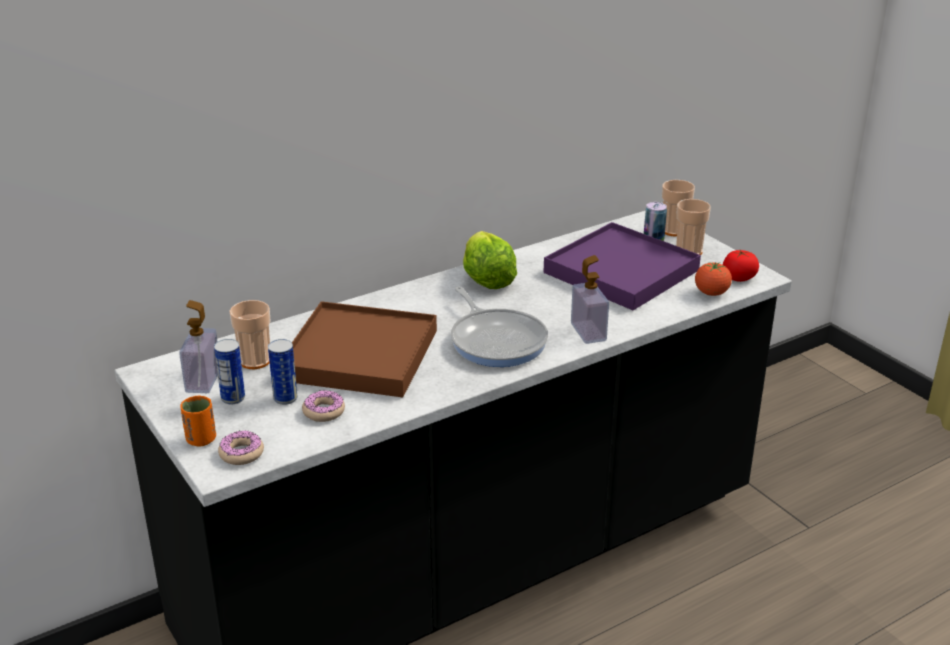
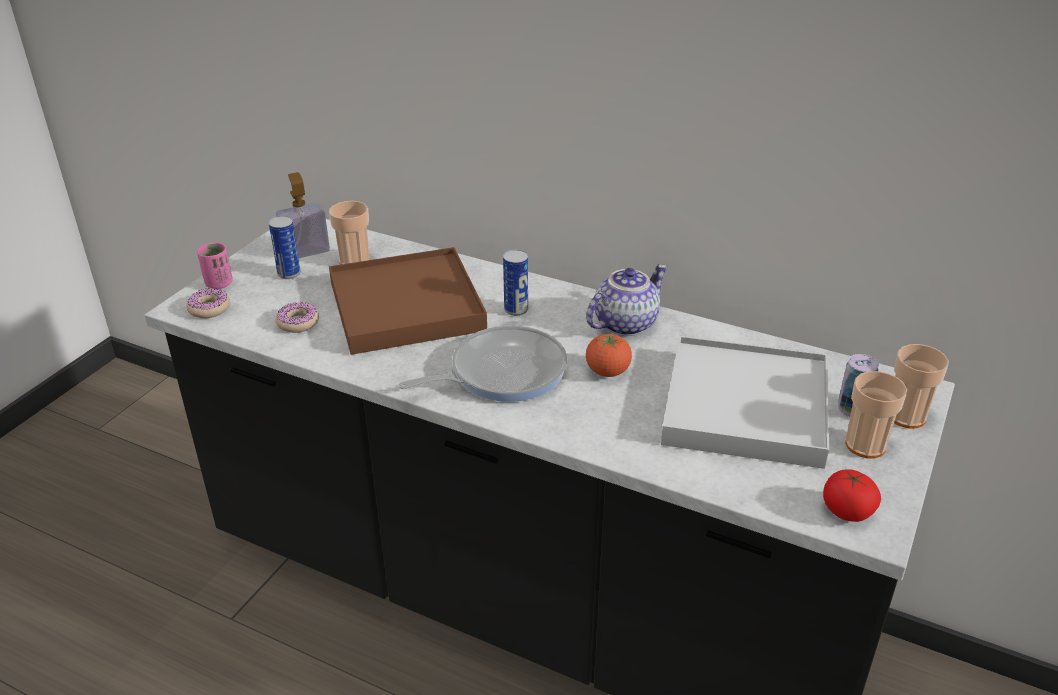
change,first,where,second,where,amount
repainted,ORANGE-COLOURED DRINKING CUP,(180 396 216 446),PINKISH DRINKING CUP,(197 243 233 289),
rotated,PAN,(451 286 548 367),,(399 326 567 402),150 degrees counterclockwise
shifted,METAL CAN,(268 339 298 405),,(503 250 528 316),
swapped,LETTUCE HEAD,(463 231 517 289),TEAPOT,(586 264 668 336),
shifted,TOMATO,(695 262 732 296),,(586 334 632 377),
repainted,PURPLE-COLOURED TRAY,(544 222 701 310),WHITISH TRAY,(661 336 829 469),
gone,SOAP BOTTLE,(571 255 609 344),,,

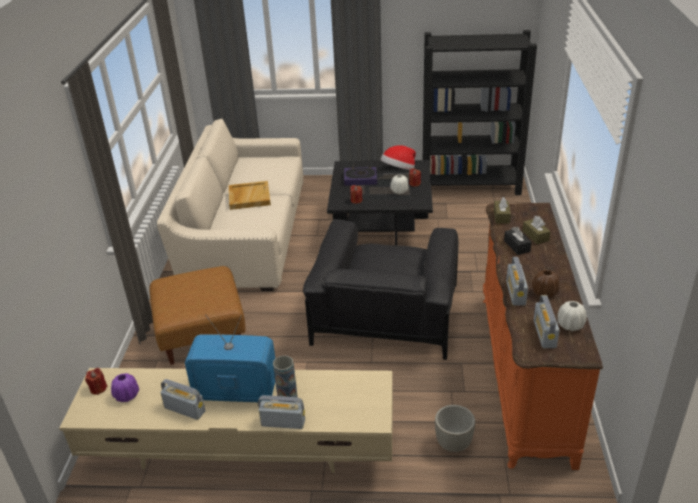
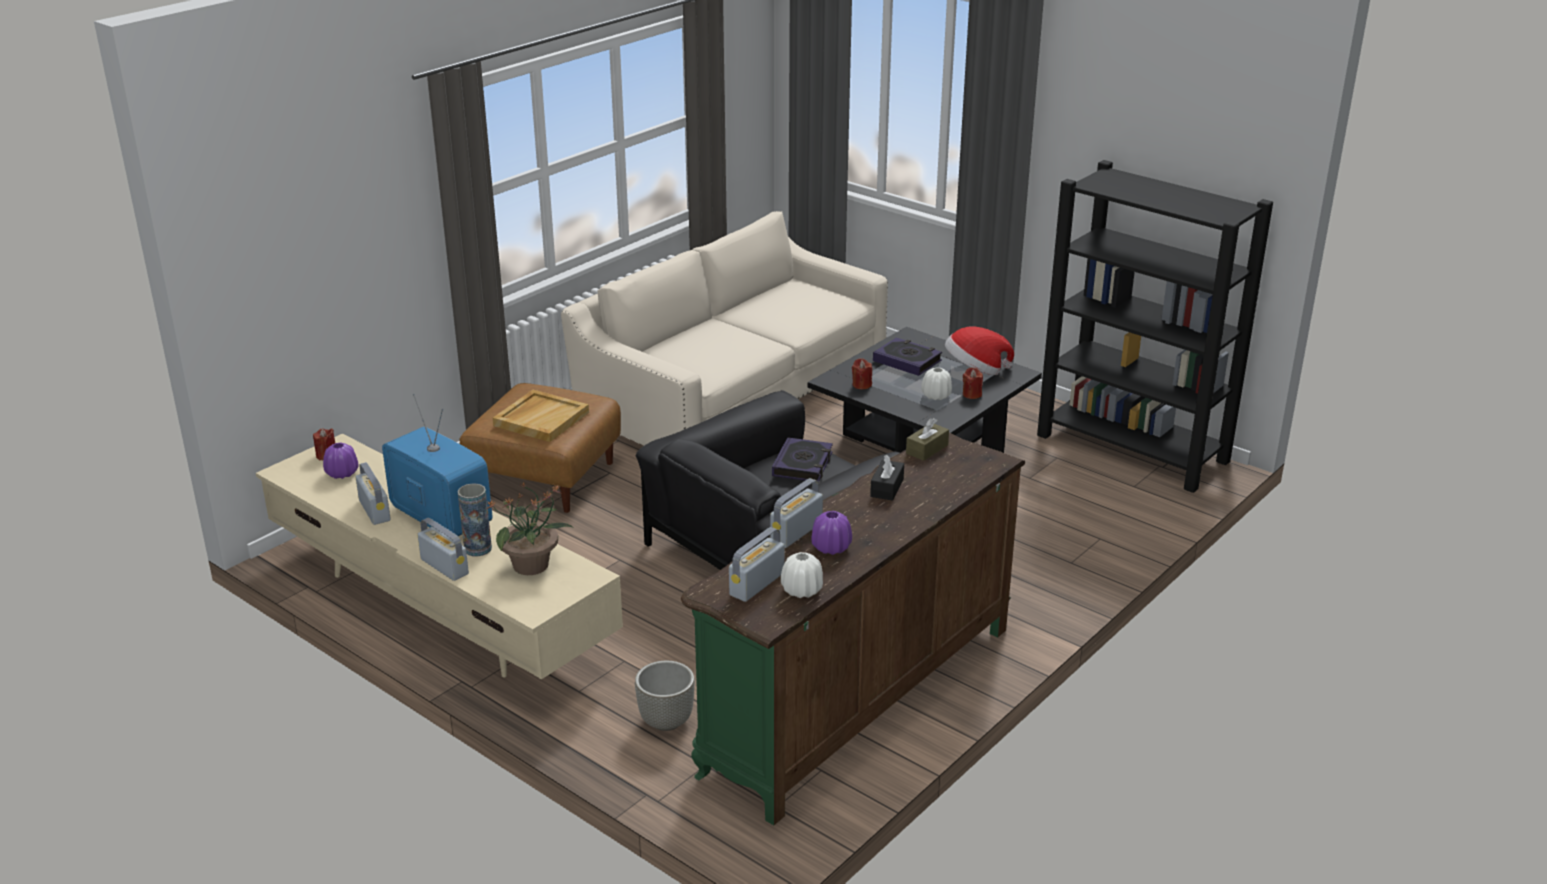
change,first,where,second,where,amount
new,,,HOUSEPLANT,(486 483 573 575),
shifted,BEIGE TRAY,(229 181 271 210),,(493 390 589 442),
repainted,ORANGE-COLOURED STORAGE CABINET,(483 203 603 470),GREEN-COLOURED STORAGE CABINET,(681 432 1025 825),
new,,,BOUND BOOK,(772 437 833 482),
repainted,BROWN-COLOURED VASE,(532 270 559 298),PURPLE-COLOURED VASE,(811 511 852 555),
gone,BROWN-COLOURED TISSUE BOX,(522 216 551 244),,,

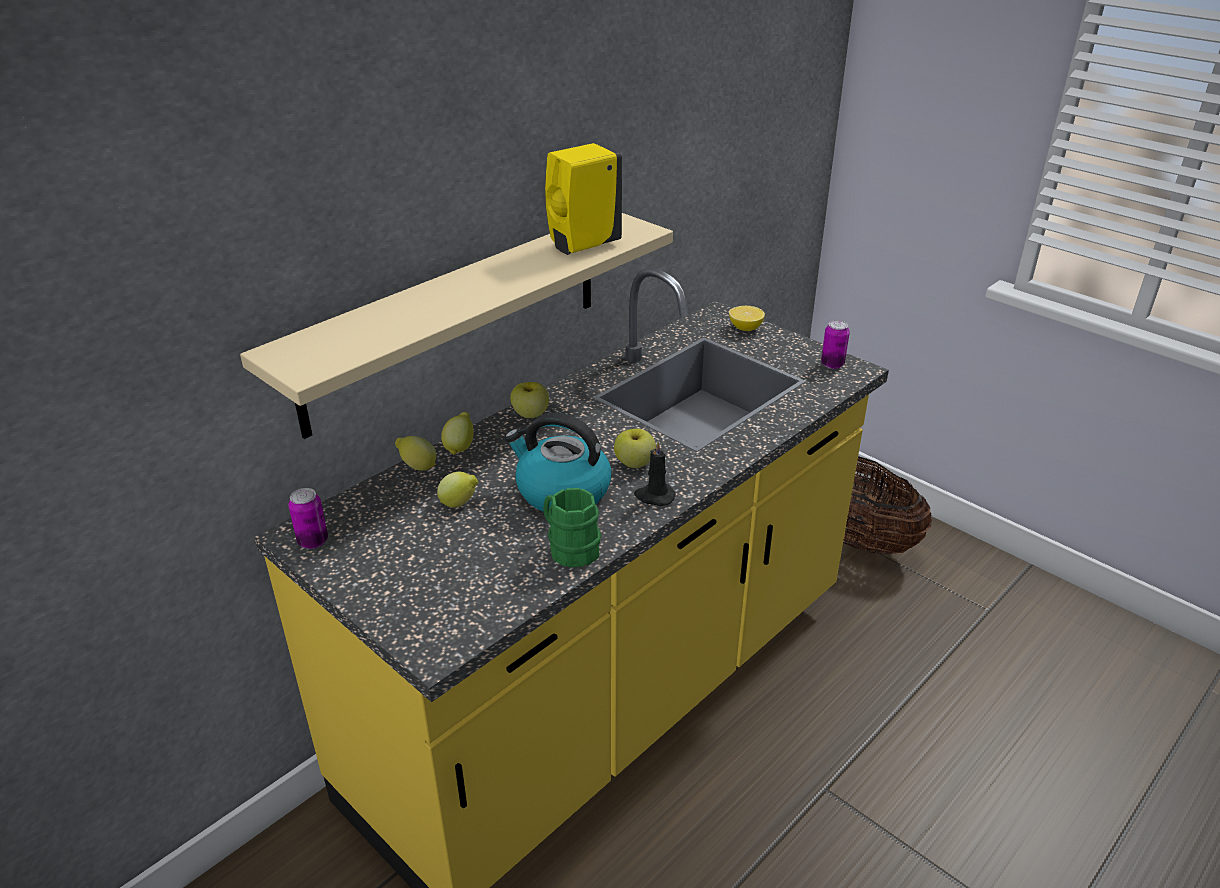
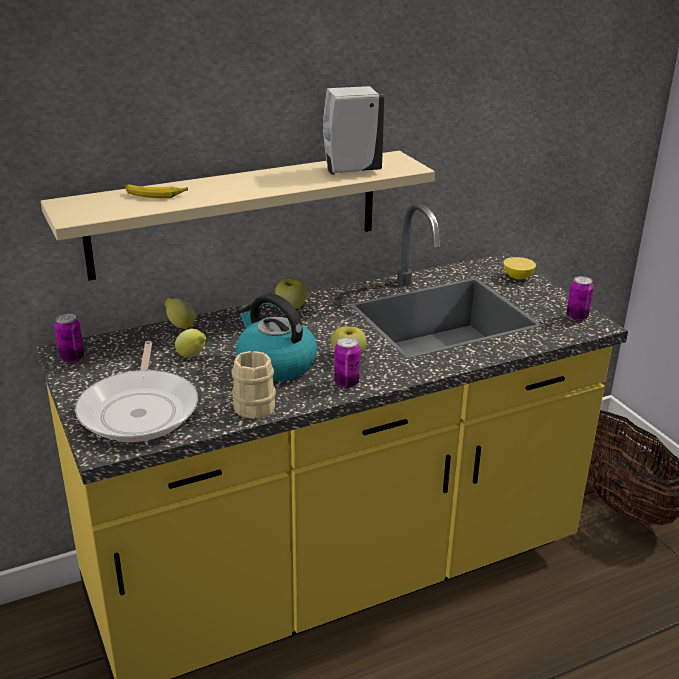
change,first,where,second,where,amount
new,,,PAN,(75 341 198 442),
new,,,WHOLE BANANA,(125 184 188 198),
repainted,GREEN-COLOURED COFFEE MUG,(543 488 601 567),BEIGE COFFEE MUG,(231 351 276 419),
repainted,YELLOWISH SOAP BOTTLE,(545 143 622 255),WHITISH SOAP BOTTLE,(323 86 385 175),
swapped,BLACK CANDLE,(634 441 676 506),METAL CAN,(334 337 360 388),
gone,CITRUS FRUIT,(441 412 474 455),,,

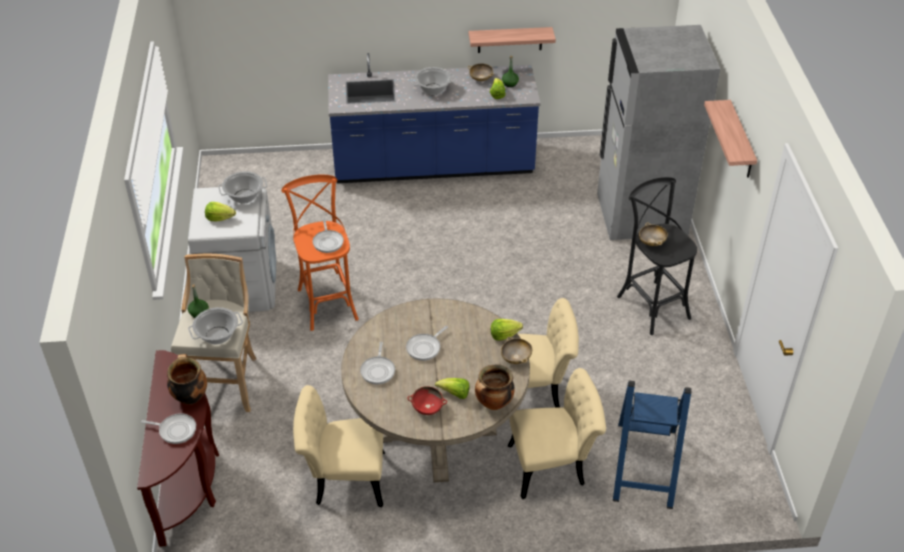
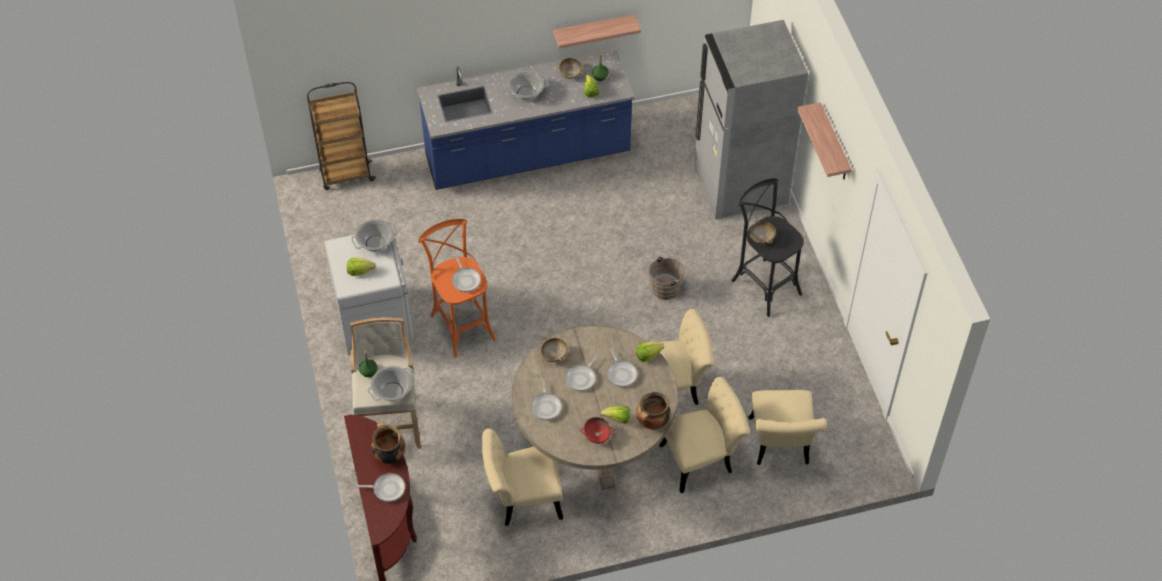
change,first,where,second,where,amount
new,,,BROWN-COLOURED TROLLEY,(307 82 376 190),
shifted,BEIGE DEEP DISH,(501 337 532 364),,(540 338 568 362),
new,,,PAN,(607 348 638 387),
new,,,BROWN-COLOURED WATER BUCKET,(649 256 689 300),
swapped,BLUE STEPLADDER,(613 381 692 509),BEIGE CHAIR,(748 390 827 465),

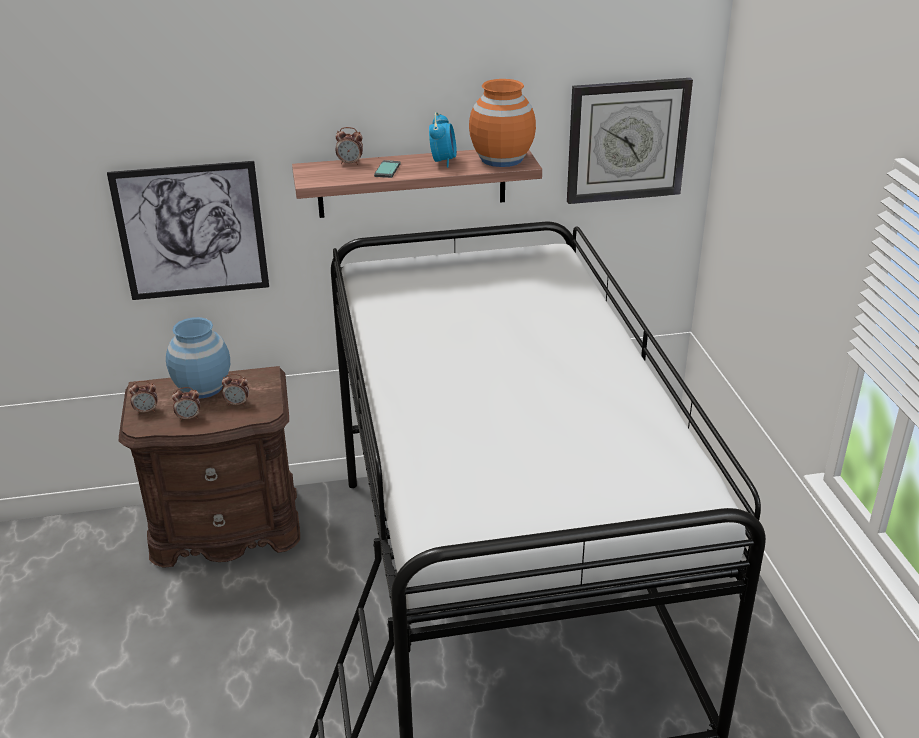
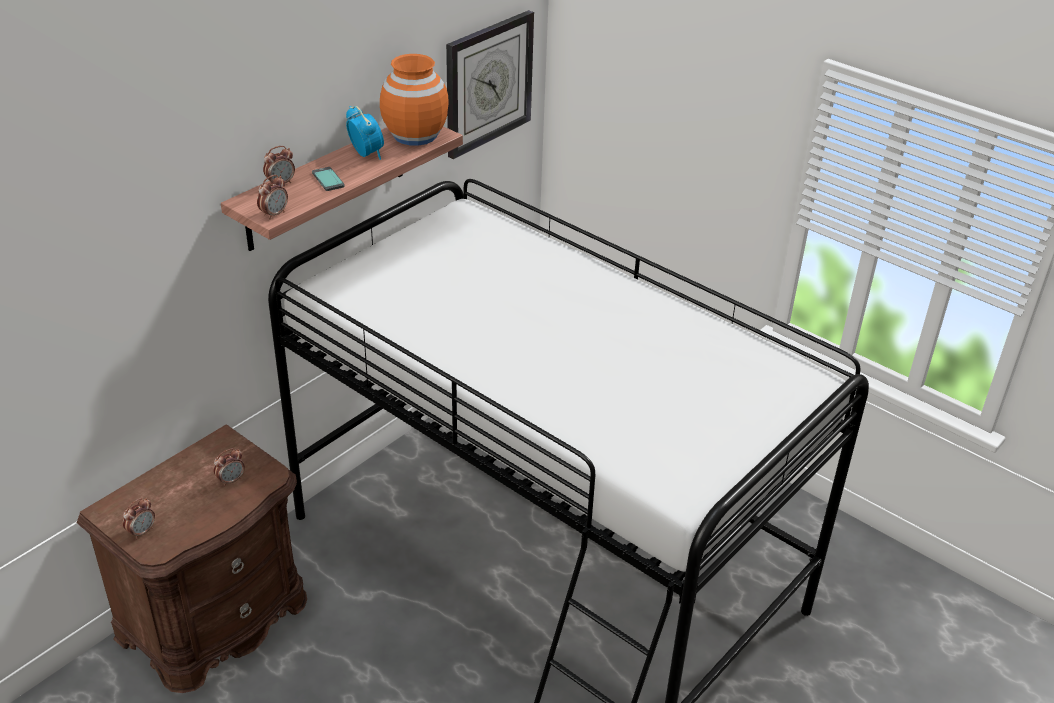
change,first,where,second,where,amount
shifted,TABLE CLOCK,(172 387 200 421),,(257 175 288 220),
gone,WALL ART,(107 161 269 300),,,
gone,BLUE VASE,(166 317 230 398),,,

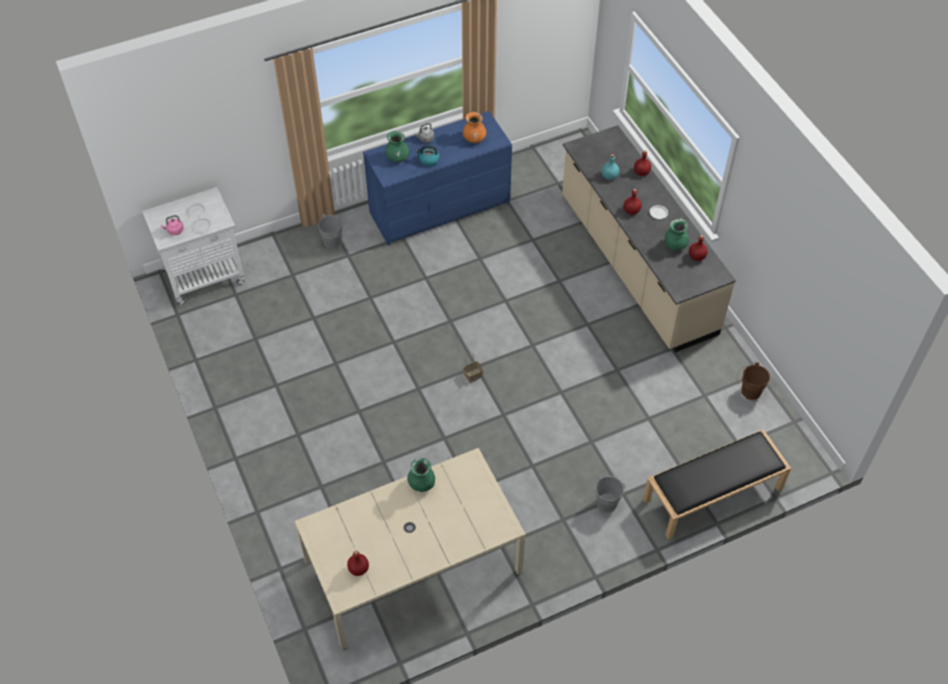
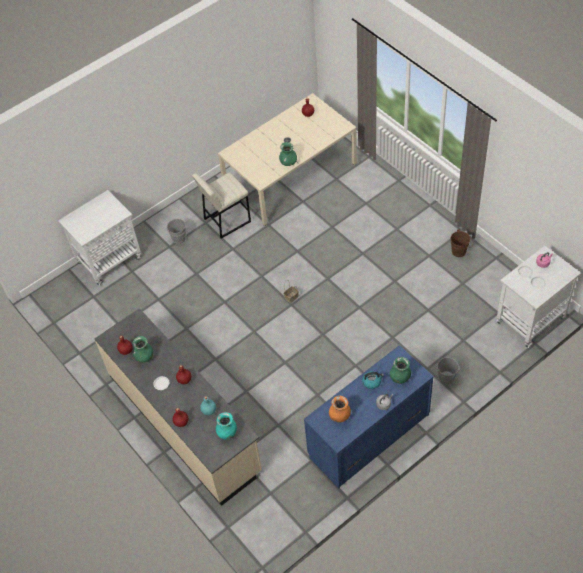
change,first,where,second,where,amount
swapped,BLACK LONG SEAT,(643 429 791 540),WHITISH TROLLEY,(58 190 141 286),
new,,,BEIGE CHAIR,(192 173 251 239),
new,,,TURQUOISE-COLOURED VASE,(216 412 237 440),
shifted,BROWN-COLOURED WATER BUCKET,(737 362 770 400),,(450 229 473 257),

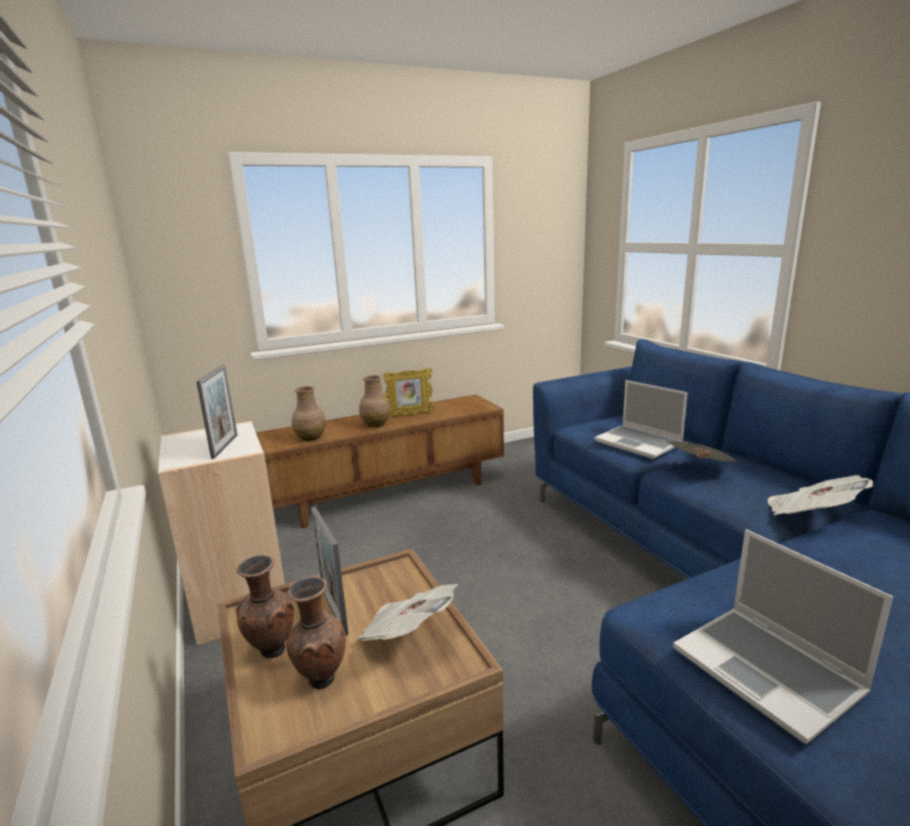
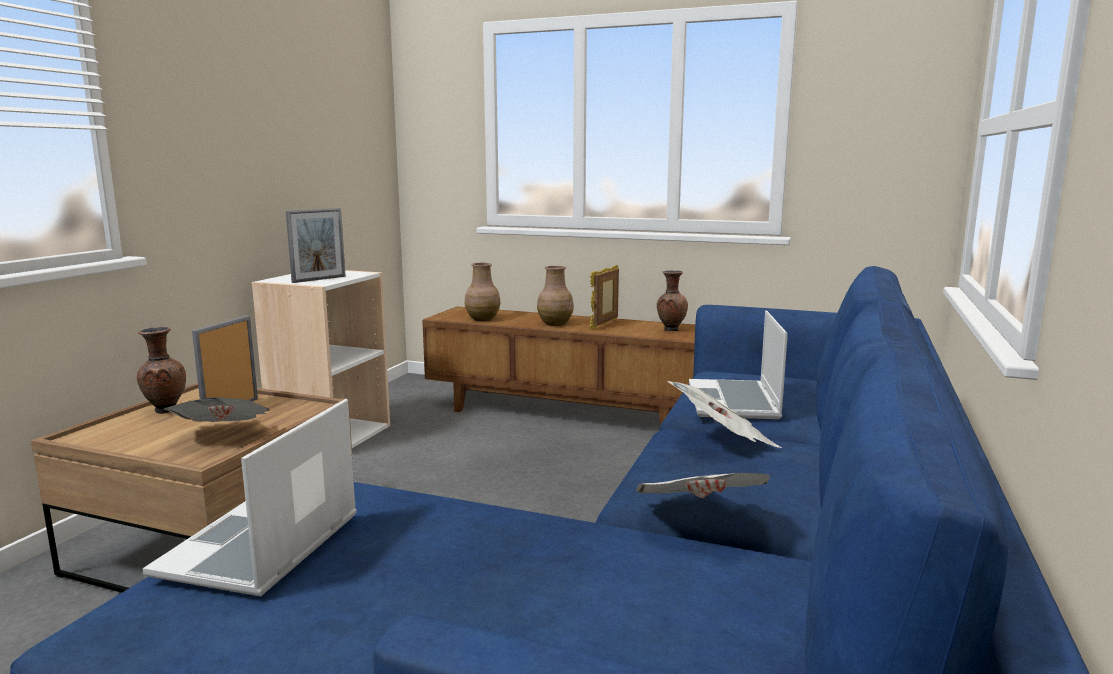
change,first,where,second,where,amount
rotated,PHOTO FRAME,(383 368 434 417),,(590 265 619 330),90 degrees clockwise
shifted,BROWN-COLOURED VASE,(286 577 346 690),,(657 270 688 331),

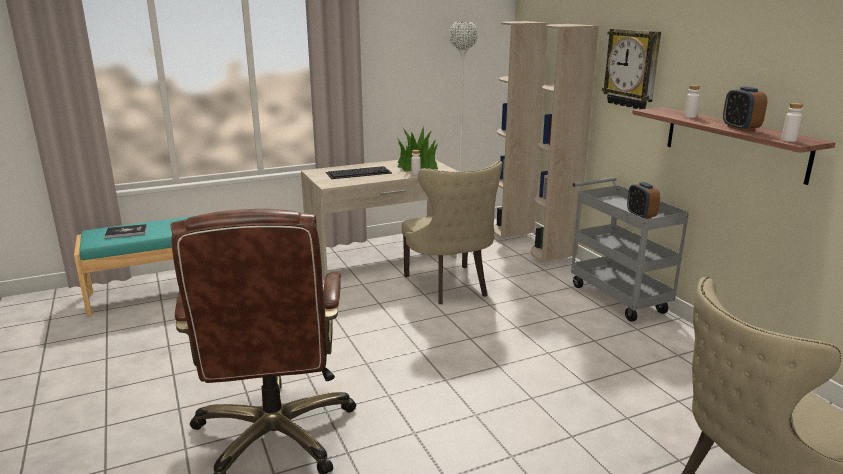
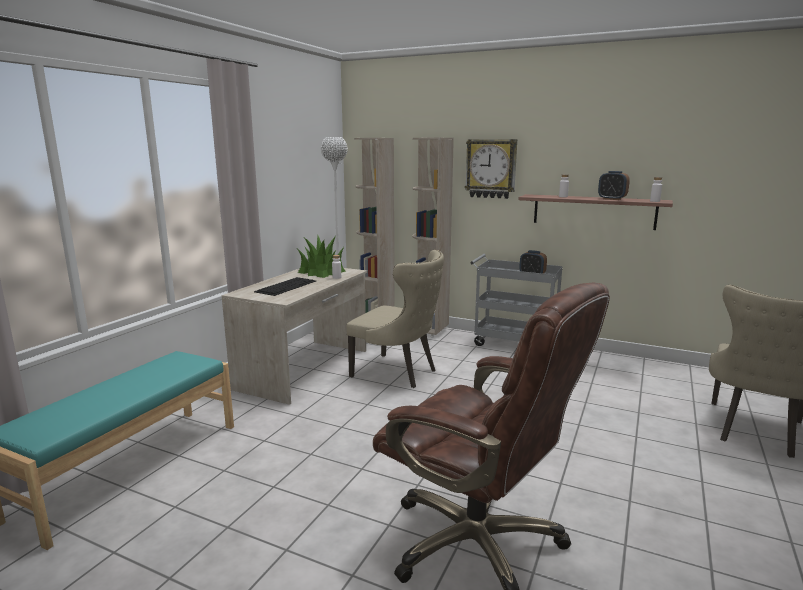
change,first,where,second,where,amount
gone,BOUND BOOK,(104 224 147 239),,,

